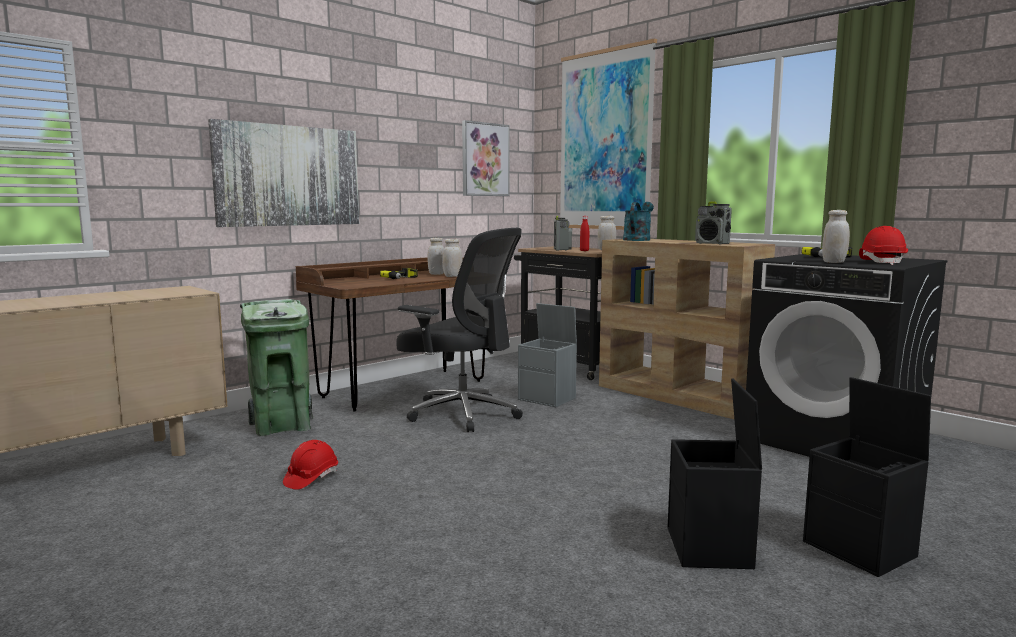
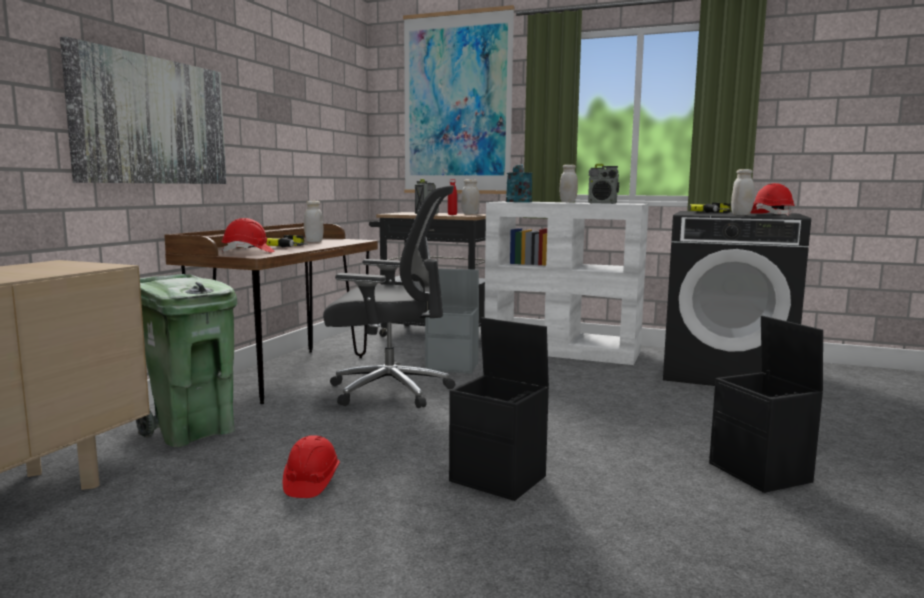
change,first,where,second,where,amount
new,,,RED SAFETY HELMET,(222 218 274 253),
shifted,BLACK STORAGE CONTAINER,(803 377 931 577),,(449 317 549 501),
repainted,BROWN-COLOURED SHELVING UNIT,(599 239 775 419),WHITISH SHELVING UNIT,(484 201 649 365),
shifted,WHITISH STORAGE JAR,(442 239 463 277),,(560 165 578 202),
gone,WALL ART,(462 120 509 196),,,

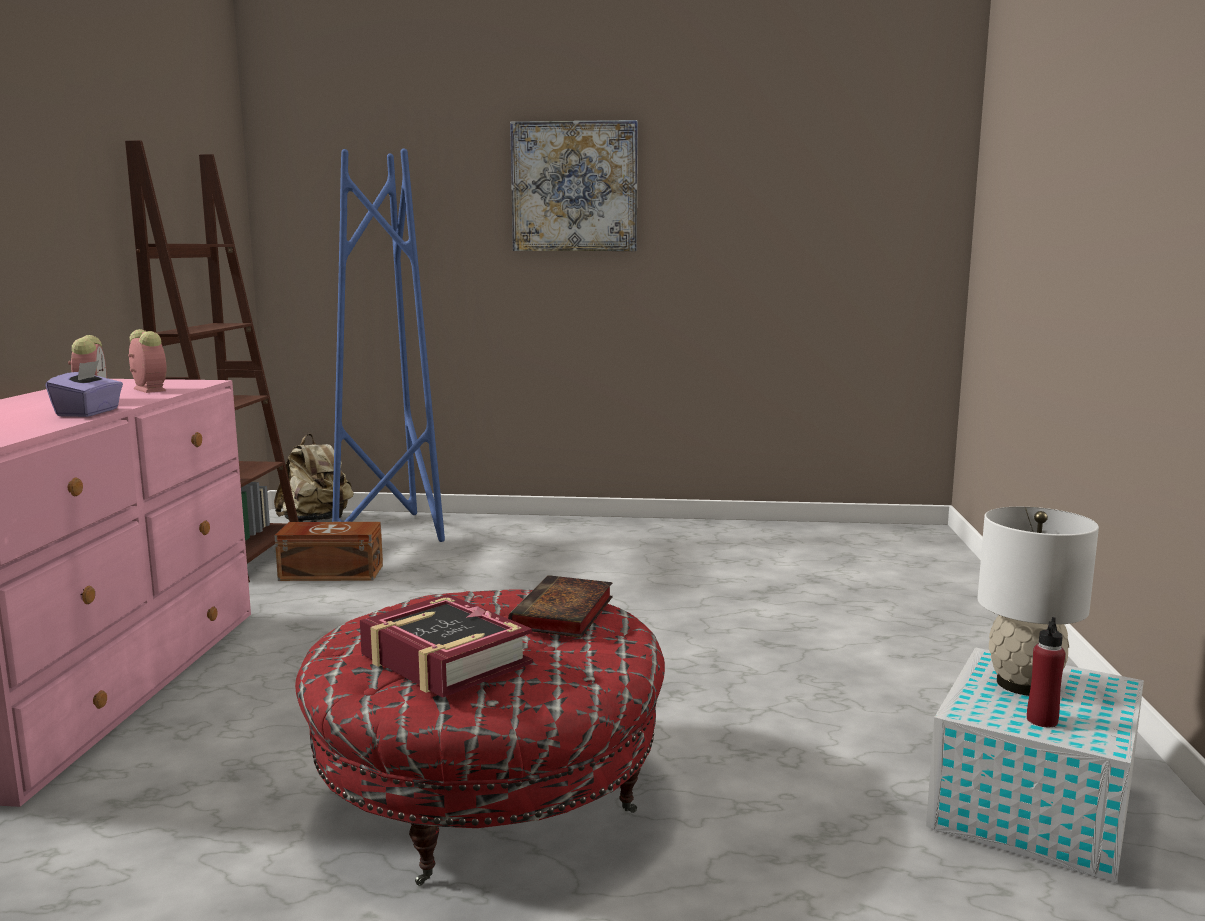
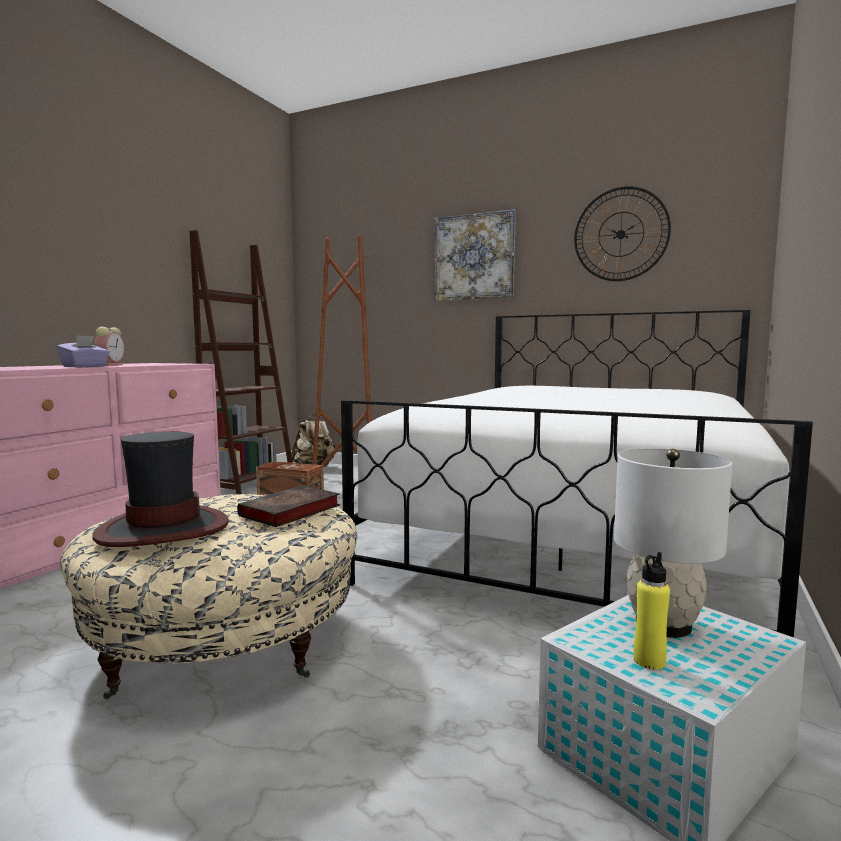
change,first,where,second,where,amount
repainted,RED FOOTREST,(295 589 665 886),BEIGE FOOTREST,(60 494 357 699),
swapped,BOUND BOOK,(360 594 533 698),HAT,(92 432 229 547),
repainted,BLUE GARMENT STAND,(332 149 445 542),BROWN-COLOURED GARMENT STAND,(313 234 372 468),
new,,,WHITISH SLEEPING BED,(341 310 813 637),
new,,,CLOCK ON THE WALL,(574 186 671 281),
repainted,RED DRINK BOTTLE,(1027 617 1065 727),YELLOWISH DRINK BOTTLE,(633 552 670 670),
gone,TABLE CLOCK,(128 329 167 393),,,

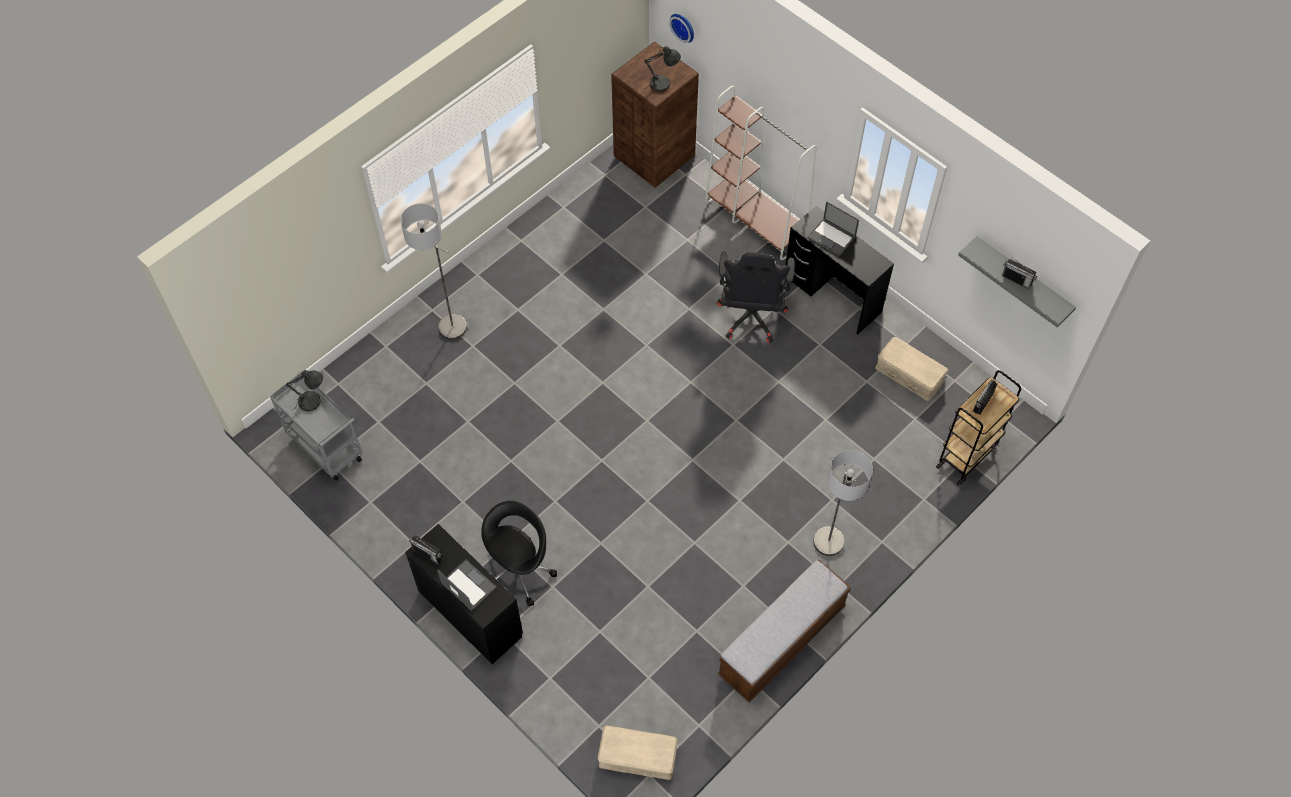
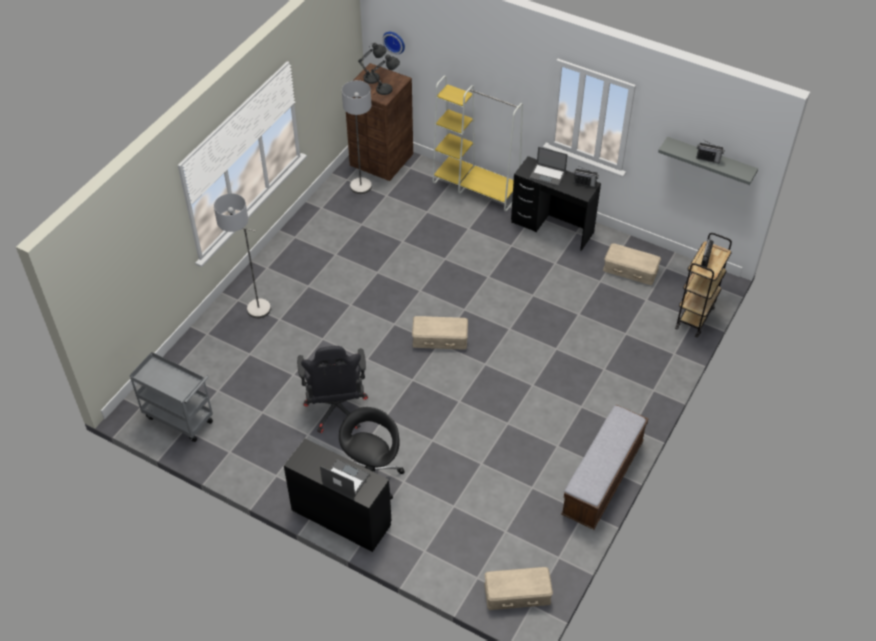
change,first,where,second,where,amount
shifted,BLACK COMPUTER CHAIR,(717 251 795 343),,(297 346 368 433),
shifted,GREY STANDING LAMP,(813 450 873 556),,(342 80 372 194),
shifted,GREY TABLETOP LAMP,(285 370 323 411),,(358 43 387 84),
new,,,BEIGE STORAGE CONTAINER,(412 316 468 350),
repainted,BROWN-COLOURED GARMENT STAND,(705 86 817 260),YELLOWISH GARMENT STAND,(433 75 523 211),
shifted,RADIO SET,(409 535 442 565),,(573 166 599 187),

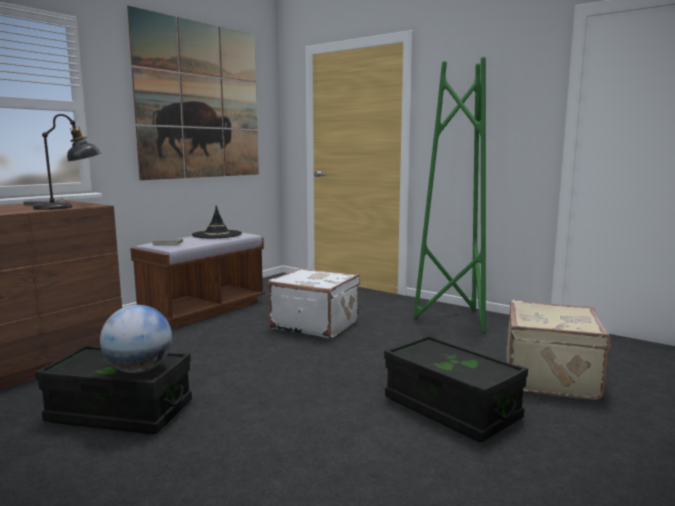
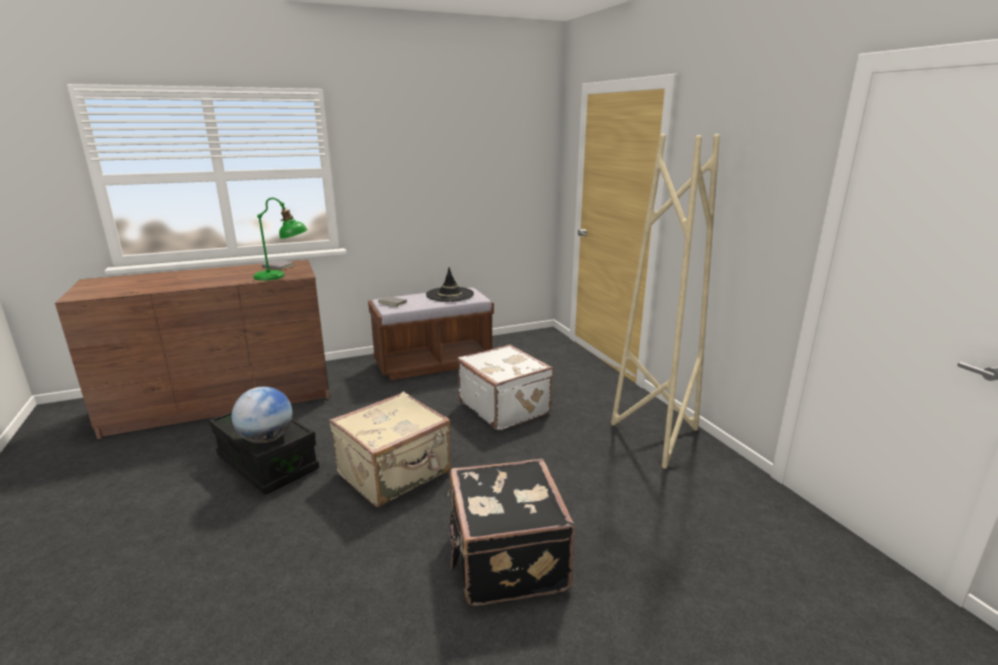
change,first,where,second,where,amount
repainted,GREY TABLETOP LAMP,(33 114 101 210),GREEN-COLOURED TABLETOP LAMP,(253 198 308 281),
shifted,BEIGE TRAVEL CASE,(506 300 611 400),,(329 392 451 507),
swapped,BLACK STORAGE CONTAINER,(384 335 528 443),BLACK TRAVEL CASE,(447 459 575 606),
repainted,GREEN-COLOURED GARMENT STAND,(413 57 486 333),BEIGE GARMENT STAND,(611 134 720 469),
gone,WALL ART,(127 6 259 180),,,

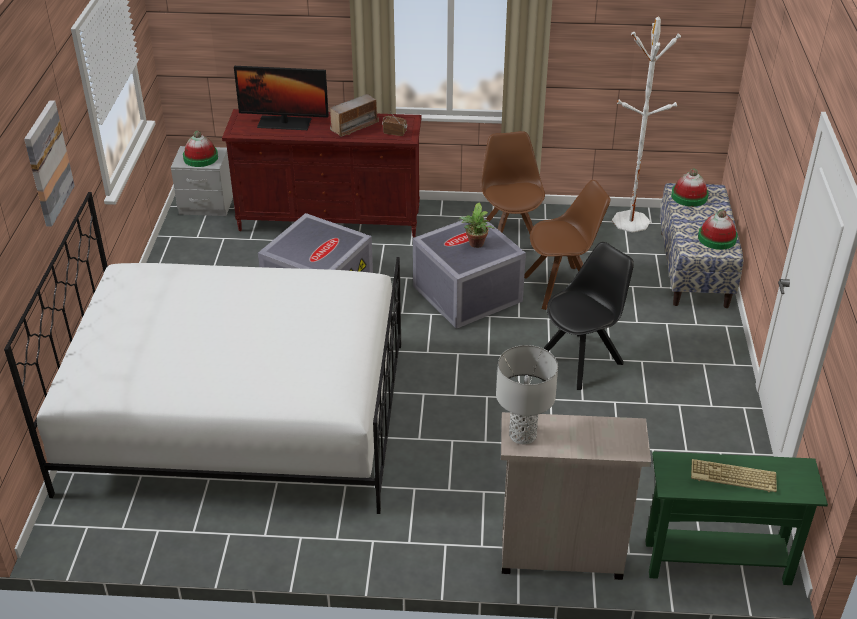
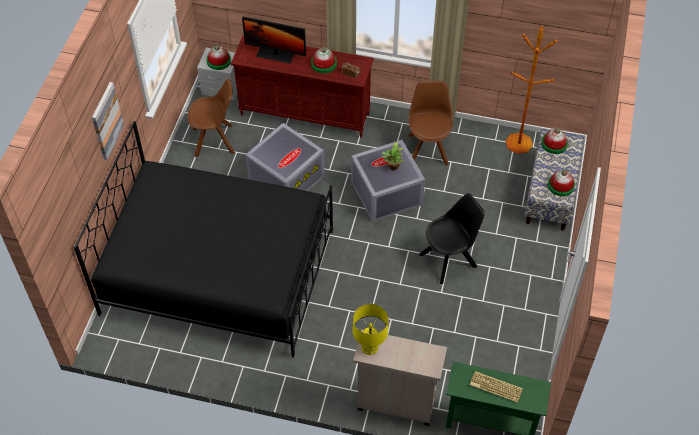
change,first,where,second,where,amount
repainted,WHITISH SLEEPING BED,(4 192 401 514),BLACK SLEEPING BED,(74 121 333 358),
shifted,BROWN-COLOURED CHAIR,(524 180 610 310),,(188 79 235 158),
swapped,RADIO SET,(330 94 379 137),HAT,(311 47 337 73),
repainted,WHITISH TABLETOP LAMP,(496 345 558 444),YELLOWISH TABLETOP LAMP,(353 304 389 355),
repainted,WHITISH GARMENT STAND,(612 17 681 233),ORANGE-COLOURED GARMENT STAND,(505 26 558 154),

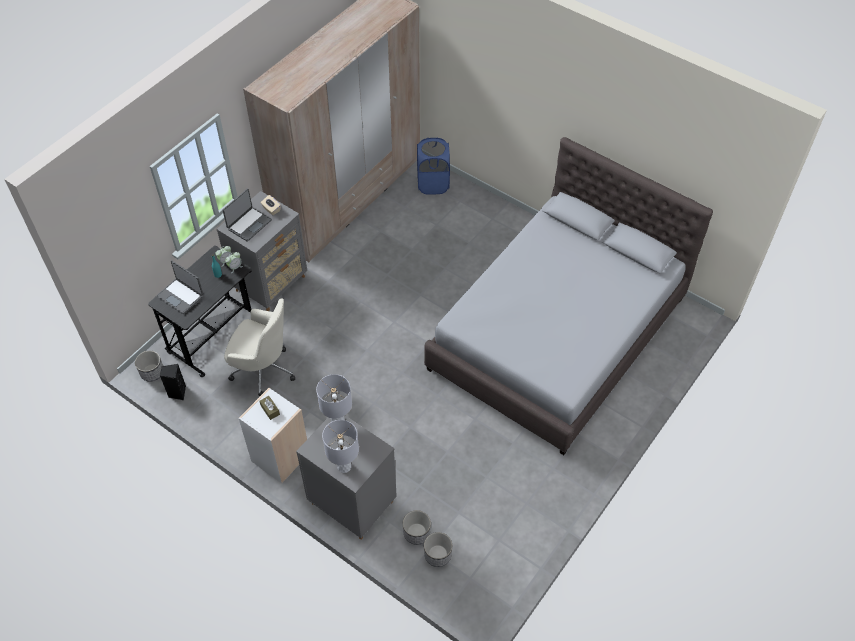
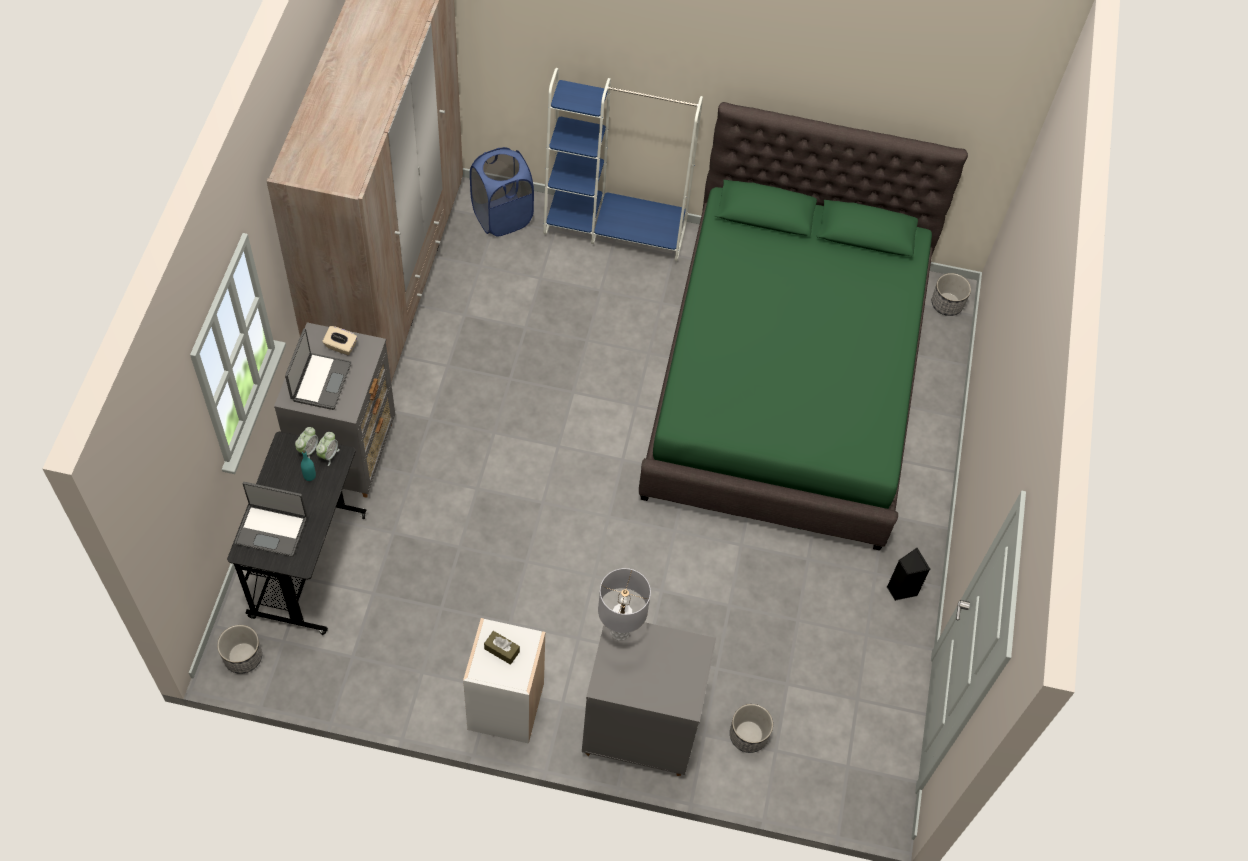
change,first,where,second,where,amount
new,,,BLUE GARMENT STAND,(543 68 703 261),
repainted,GREY SLEEPING BED,(424 137 713 455),GREEN-COLOURED SLEEPING BED,(639 102 968 550),
shifted,BLACK LOUDSPEAKER,(160 364 186 400),,(887 548 931 601),
shifted,PLANT POT,(424 532 452 567),,(932 273 971 316),
gone,BEIGE COMPUTER CHAIR,(224 298 295 396),,,
gone,GREY TABLETOP LAMP,(322 420 359 473),,,

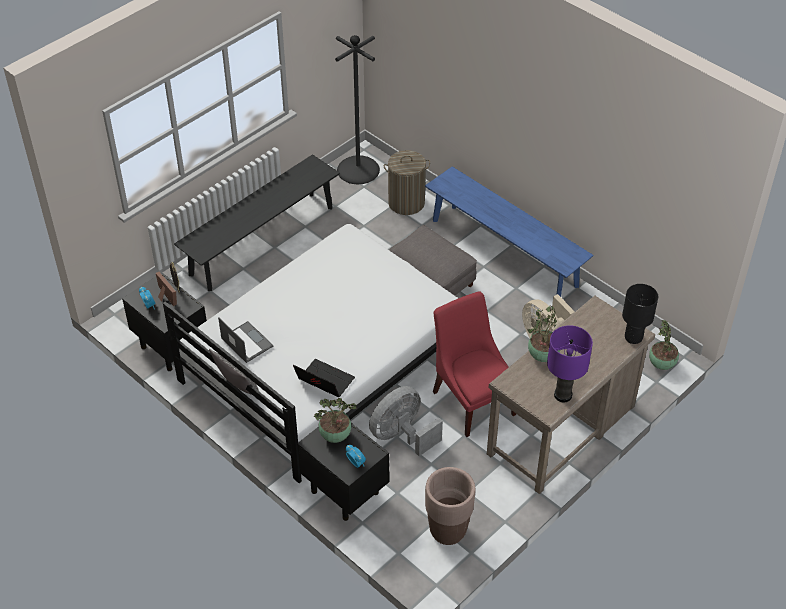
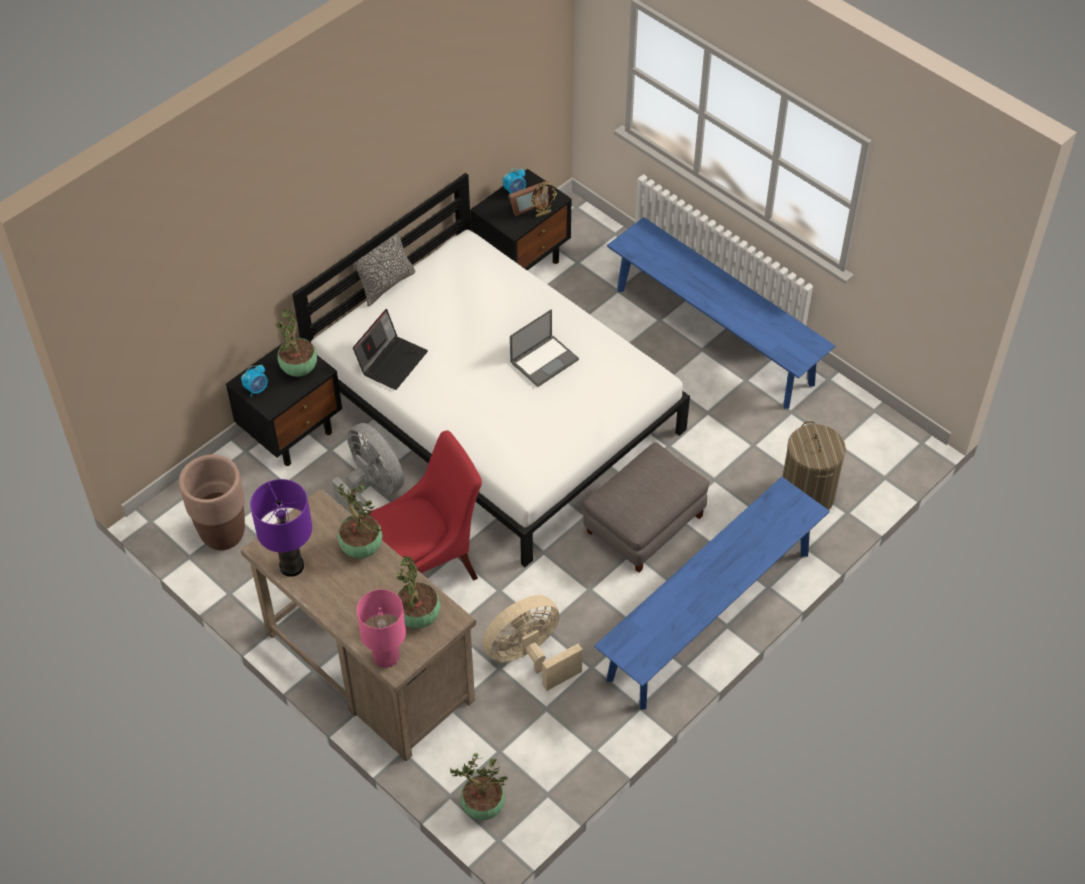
change,first,where,second,where,amount
repainted,BLACK TABLETOP LAMP,(622 284 658 344),PINKISH TABLETOP LAMP,(357 589 406 668),
new,,,HOUSEPLANT,(397 556 440 628),
shifted,NOTEBOOK COMPUTER,(218 317 273 363),,(510 309 579 387),
repainted,BLACK LONG SEAT,(174 154 340 291),BLUE LONG SEAT,(607 217 835 409),
gone,BLACK GARMENT STAND,(335 35 380 184),,,

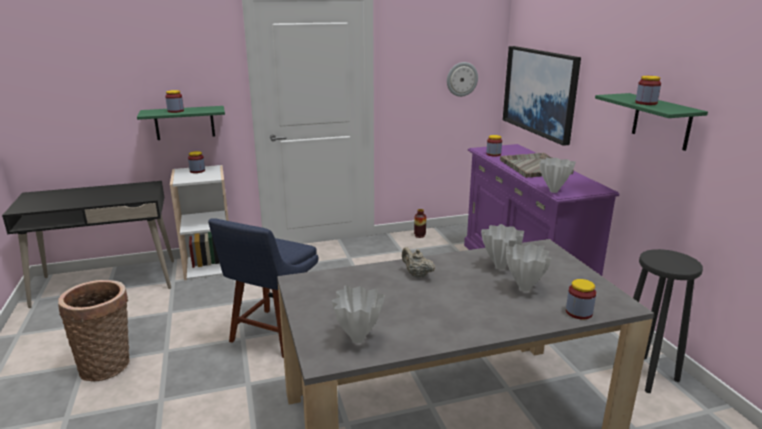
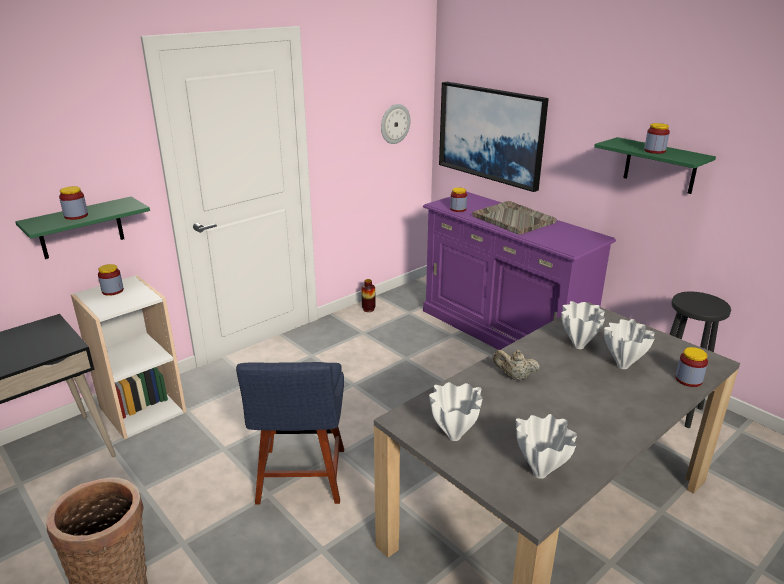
change,first,where,second,where,amount
shifted,WHITISH VASE,(540 158 576 193),,(429 382 483 441),

